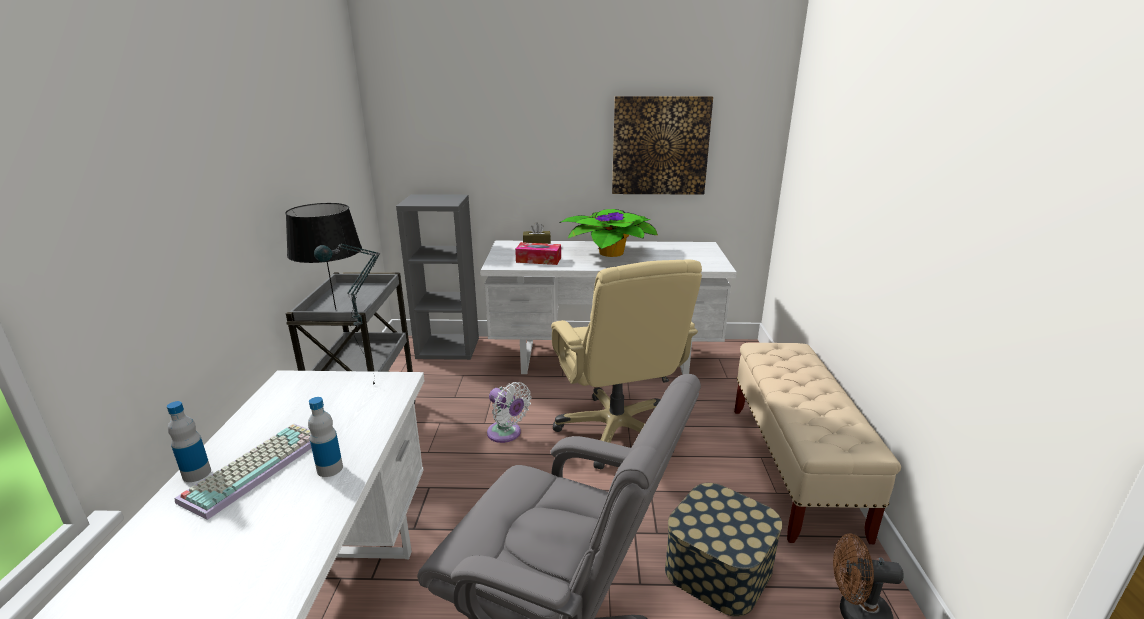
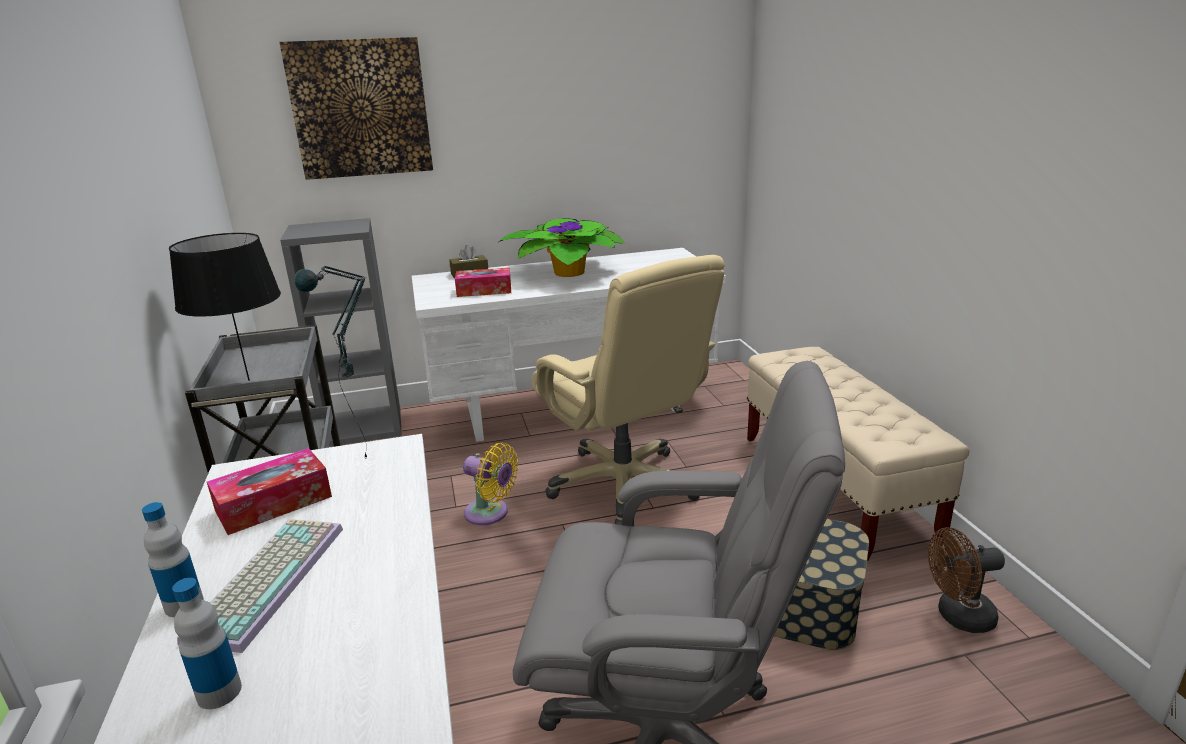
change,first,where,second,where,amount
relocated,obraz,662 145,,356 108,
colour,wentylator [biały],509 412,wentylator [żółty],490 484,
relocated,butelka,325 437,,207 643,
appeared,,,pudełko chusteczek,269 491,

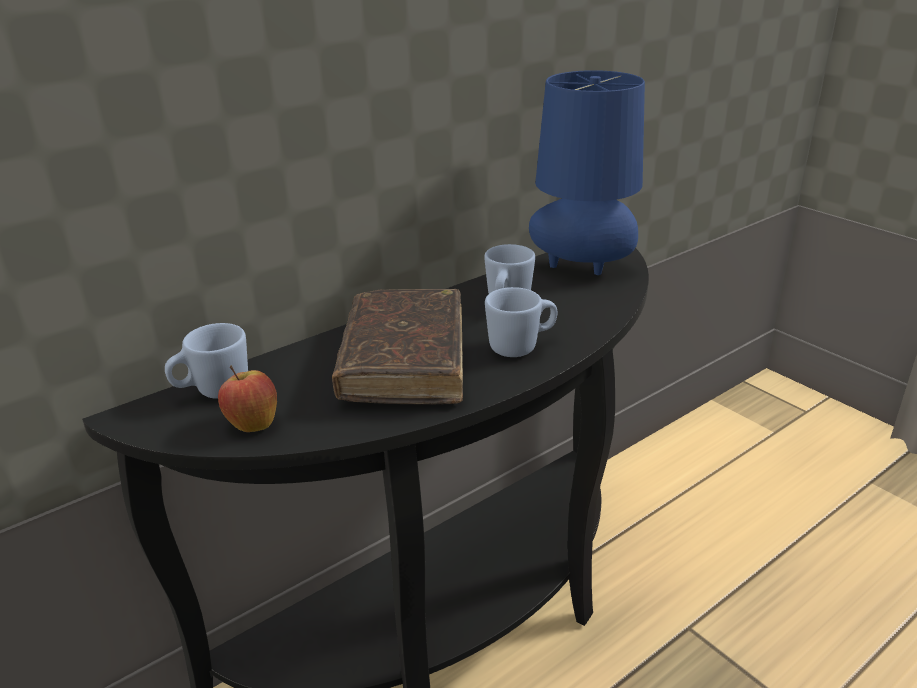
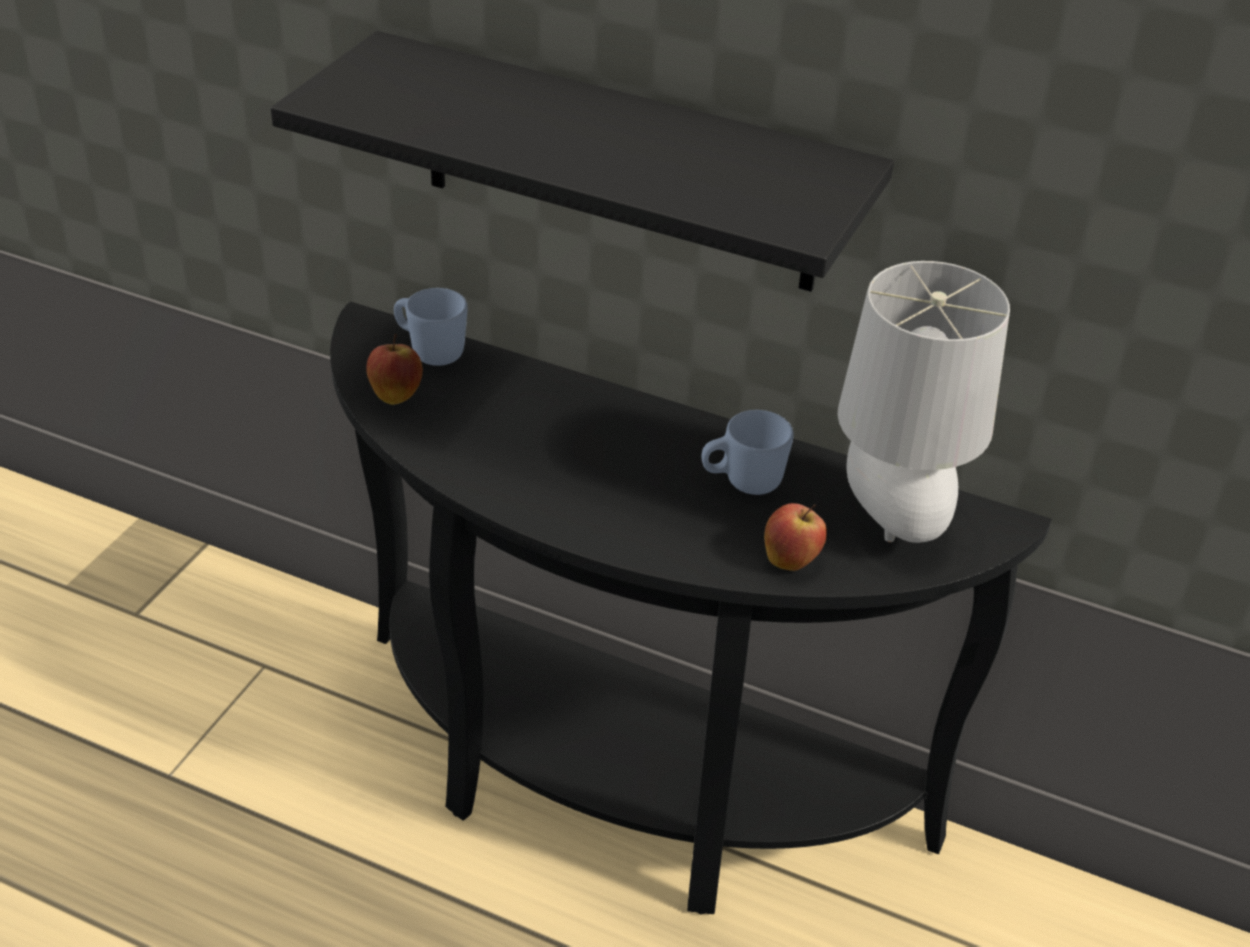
change,first,where,second,where,amount
colour,lampa stołowa [niebieski],587 172,lampa stołowa [szary],924 402,
missing,kubek [niebieski],521 322,,,
missing,książka [brązowy],397 347,,,
appeared,,,półka [czarny],582 161,
appeared,,,jabłko,795 537,

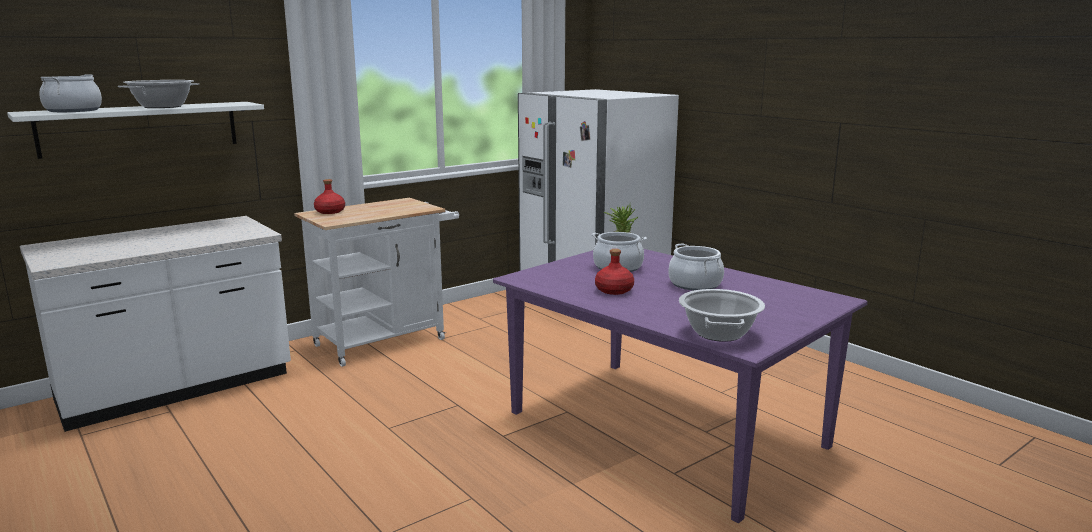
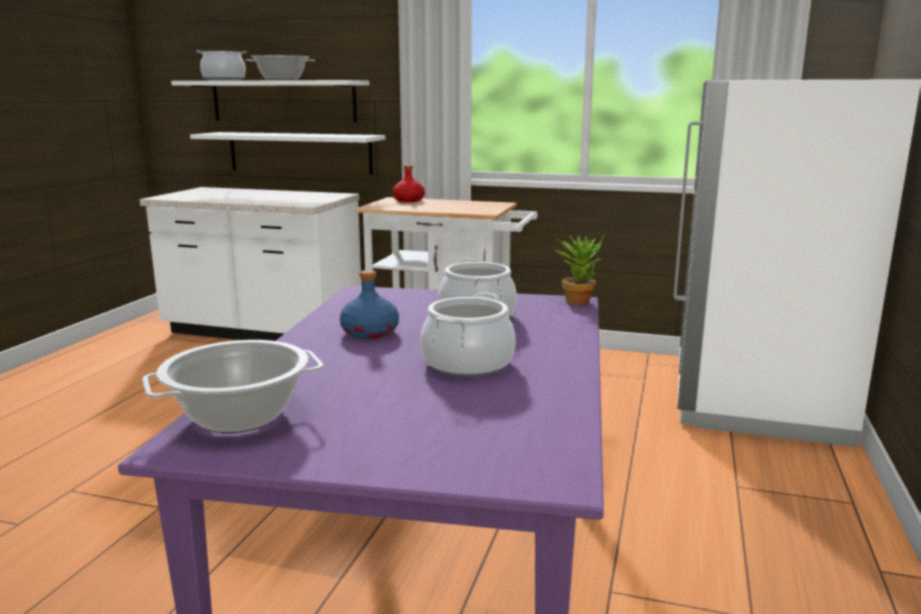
change,first,where,second,where,amount
colour,butelka [czerwony],614 272,butelka [niebieski],369 304,
appeared,,,półka [biały],287 153,

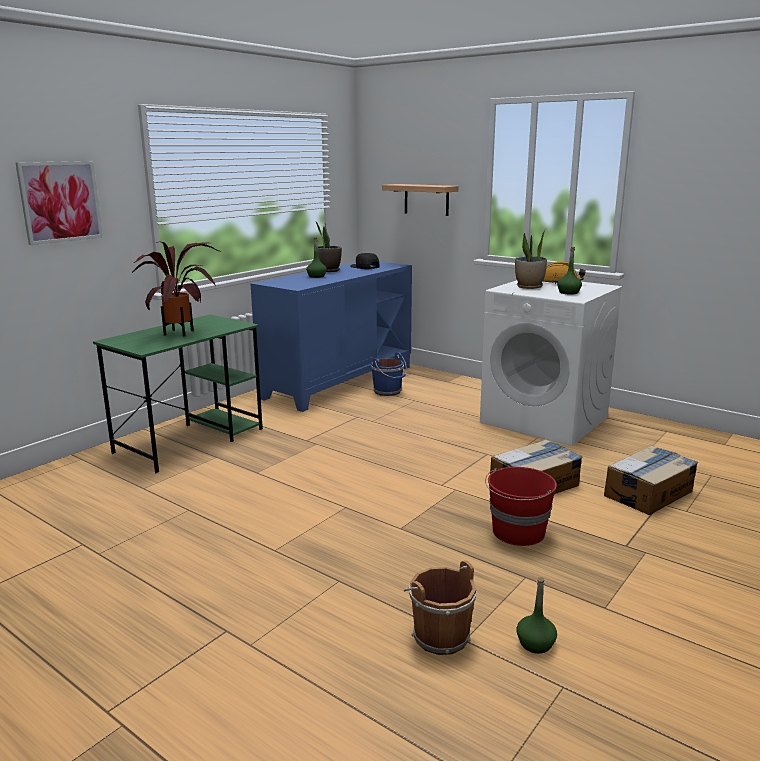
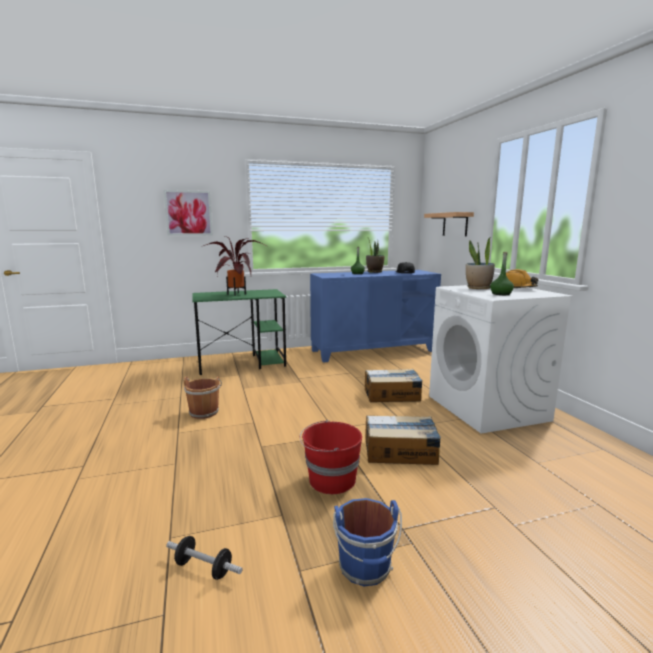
change,first,where,second,where,amount
relocated,wiadro [niebieski],389 374,,367 542,
relocated,karton,651 480,,394 385,
relocated,wiadro [brązowy],440 607,,203 397,
exchanged,butelka [zielony],537 615,hantel,204 558,

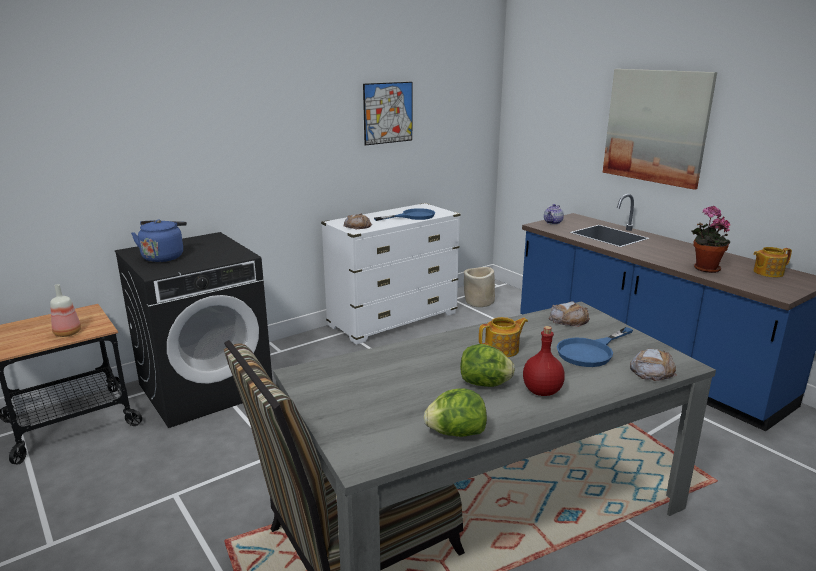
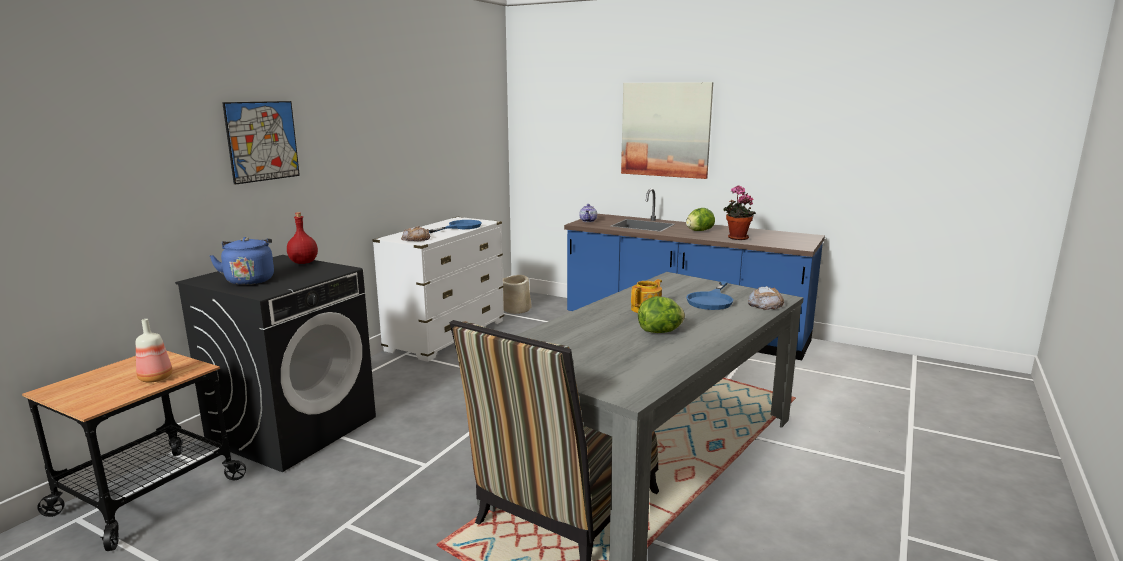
change,first,where,second,where,amount
relocated,obraz,387 113,,261 143,
missing,imbryk,772 262,,,
missing,chleb,569 314,,,
relocated,butelka [czerwony],544 361,,302 238,
relocated,sałata,455 413,,700 219,

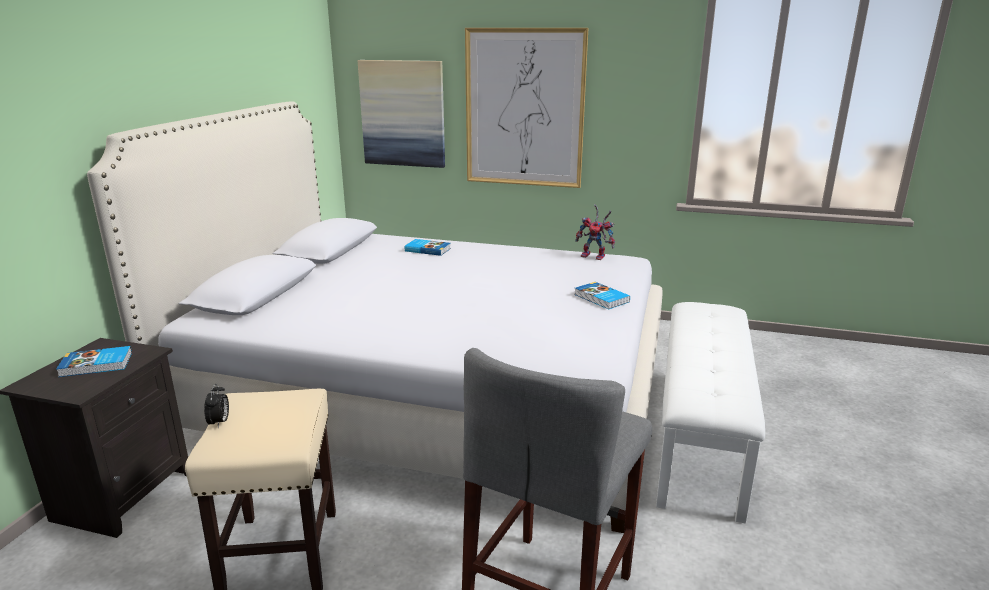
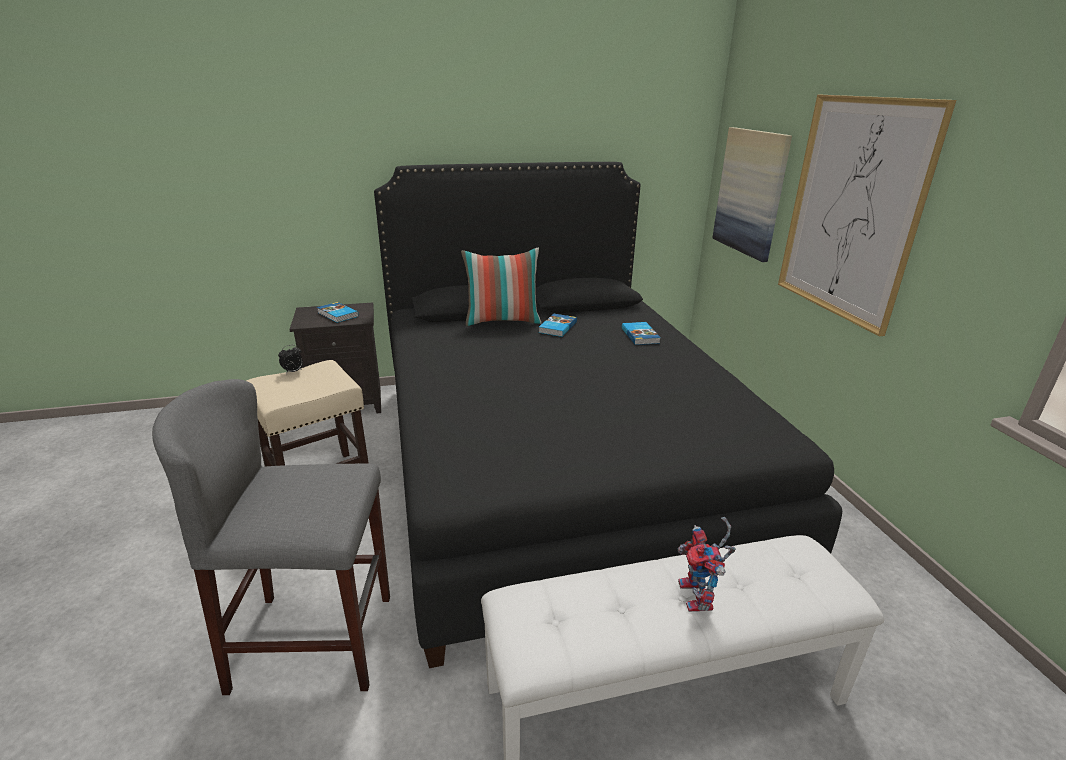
change,first,where,second,where,amount
colour,łóżko [biały],374 317,łóżko [czarny],608 415,
relocated,robot zabawkowy,595 232,,707 564,
relocated,książka,602 295,,558 325,
appeared,,,poduszka,501 287,

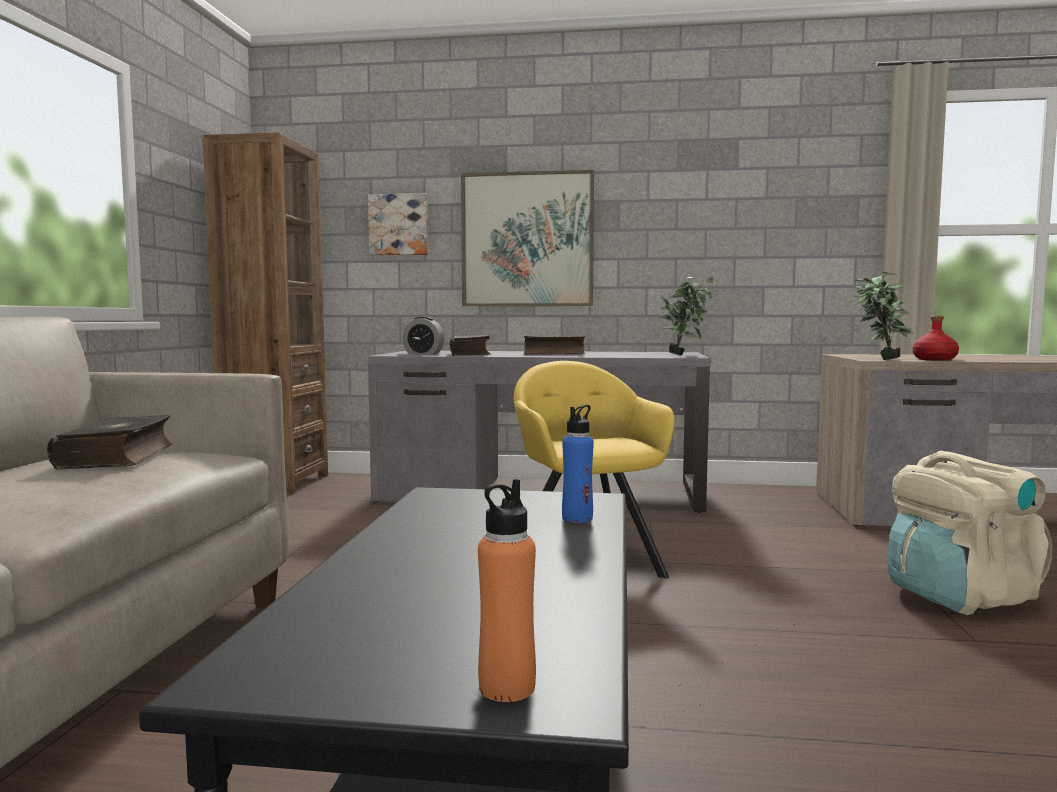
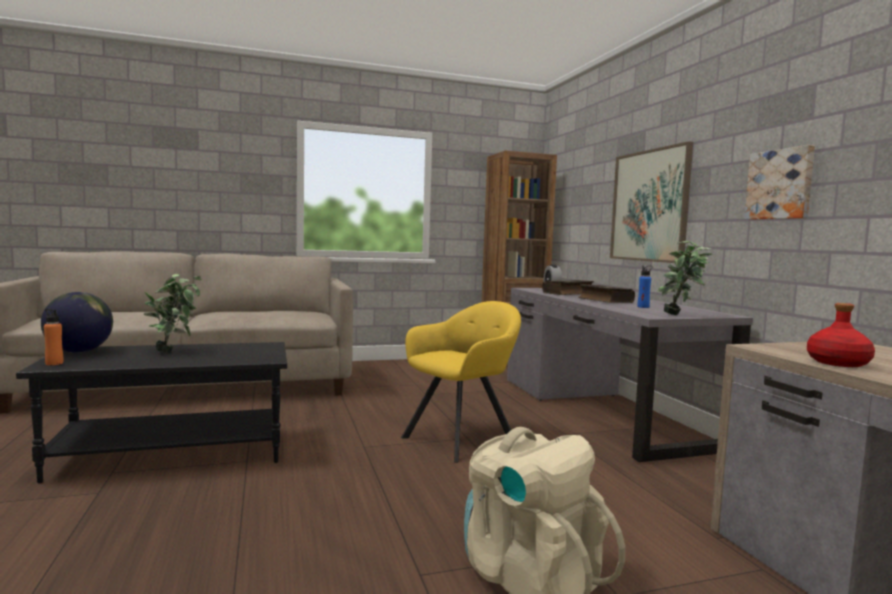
change,first,where,second,where,amount
relocated,obraz,398 224,,779 182,
relocated,roślina doniczkowa,884 316,,172 313,
relocated,butelka [niebieski],578 464,,645 287,
missing,książka,109 442,,,
appeared,,,globus,77 322,

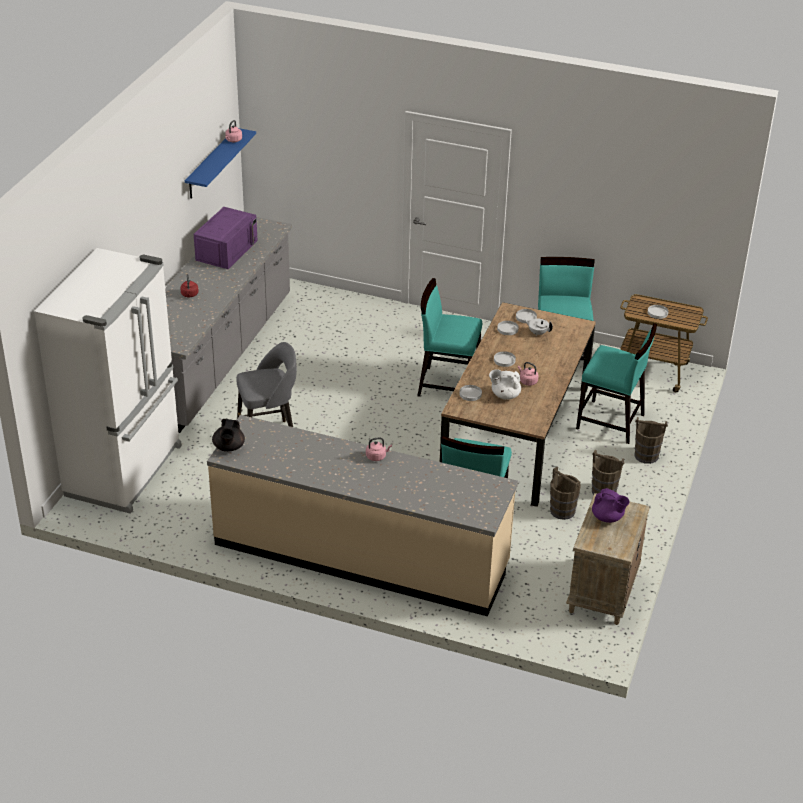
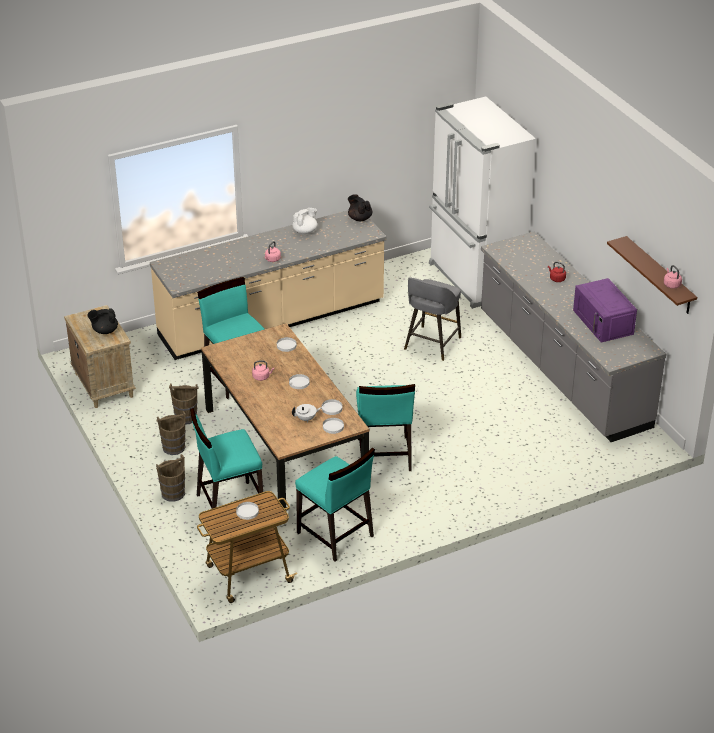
change,first,where,second,where,amount
colour,półka [niebieski],220 163,półka [brązowy],652 275,
spun,krzesło [turkusowy],450 337,,385 427,120 degrees clockwise
relocated,imbryk [biały],505 384,,305 221,
colour,imbryk [fioletowy],611 505,imbryk [czarny],103 321,

